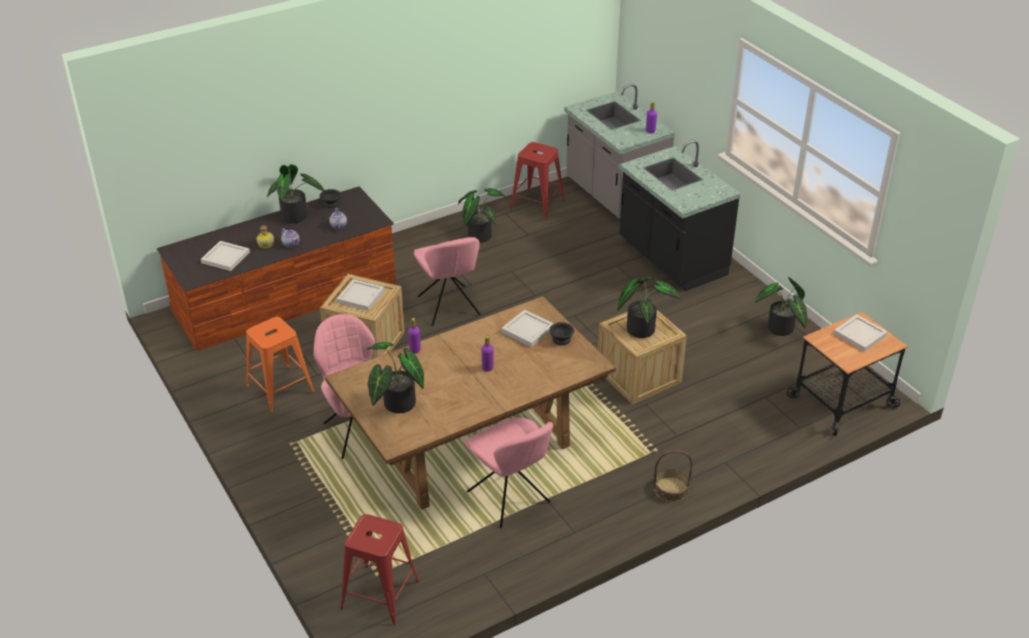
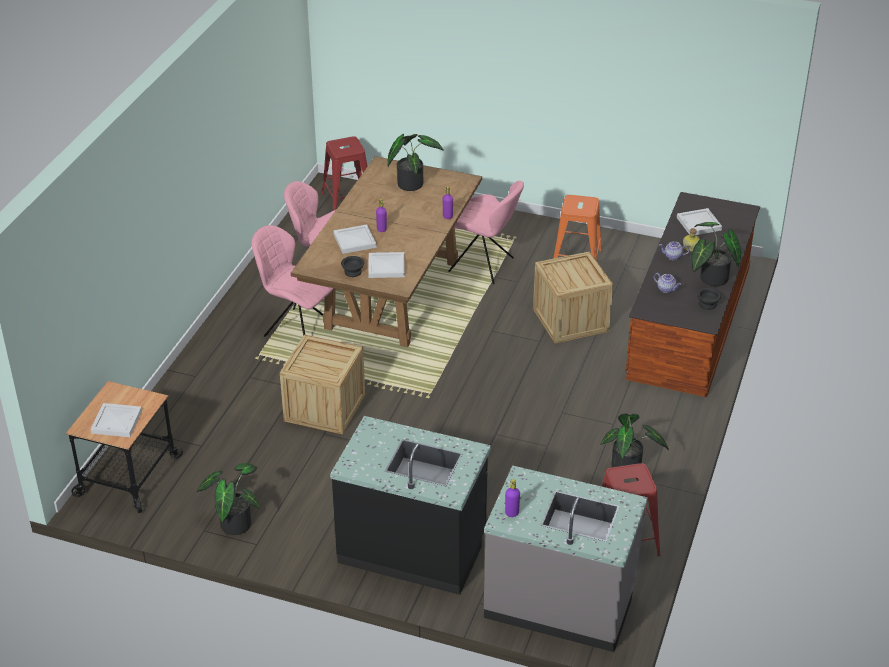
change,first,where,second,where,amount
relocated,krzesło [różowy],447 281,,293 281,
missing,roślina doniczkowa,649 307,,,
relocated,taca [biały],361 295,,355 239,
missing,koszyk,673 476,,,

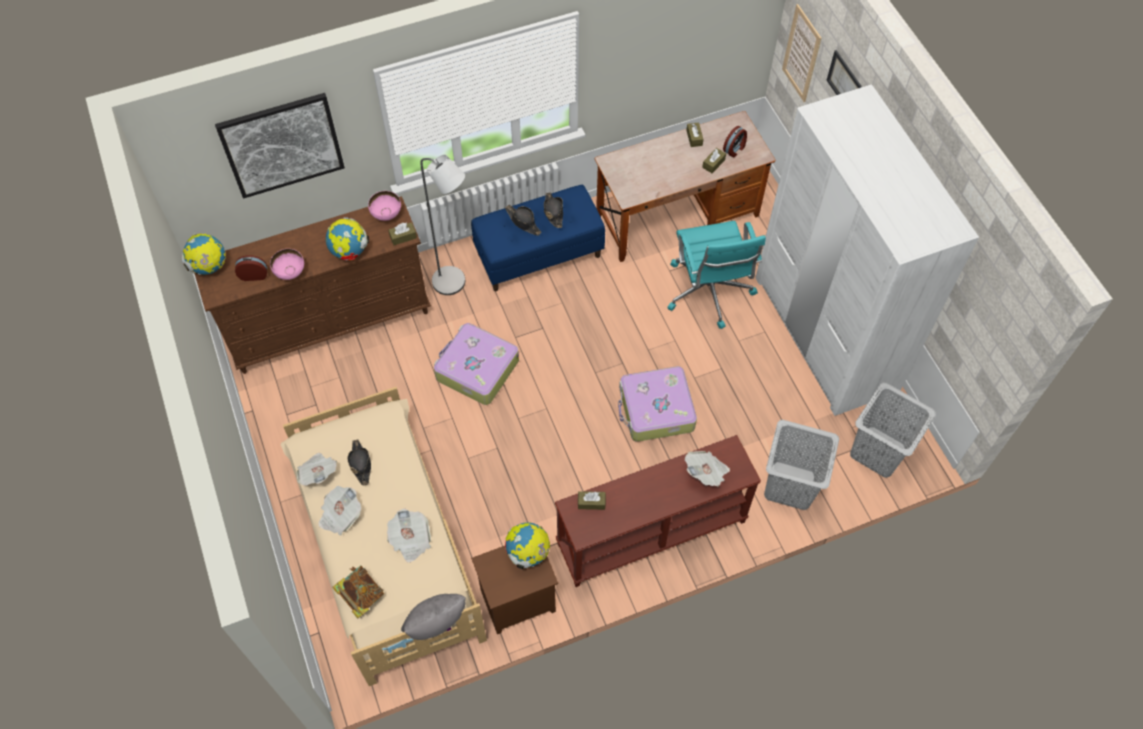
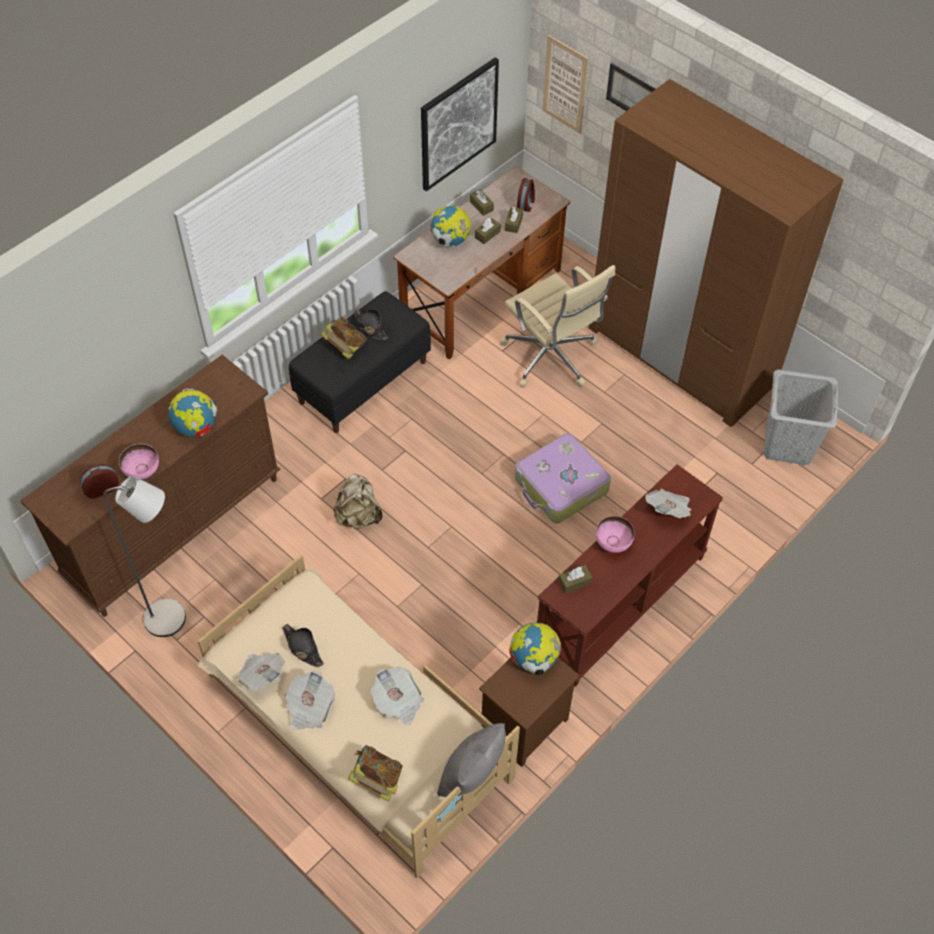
change,first,where,second,where,amount
colour,szafa [biały],867 250,szafa [brązowy],716 253,
relocated,obraz,280 146,,460 124,
relocated,lampa stojąca [szary],442 225,,144 556,
colour,ławka [niebieski],538 238,ławka [czarny],360 362,
relocated,miska [różowy],384 206,,615 534,
exchanged,kapelusz [czarny],523 220,książka,343 337,
colour,krzesło biurowe [turkusowy],716 275,krzesło biurowe [beżowy],557 326,
relocated,pudełko chusteczek [brązowy],402 233,,488 231,
relocated,globus,203 254,,450 226,
exchanged,walizka,476 364,plecak [beżowy],357 501,
missing,kosz na pranie [szary],801 465,,,

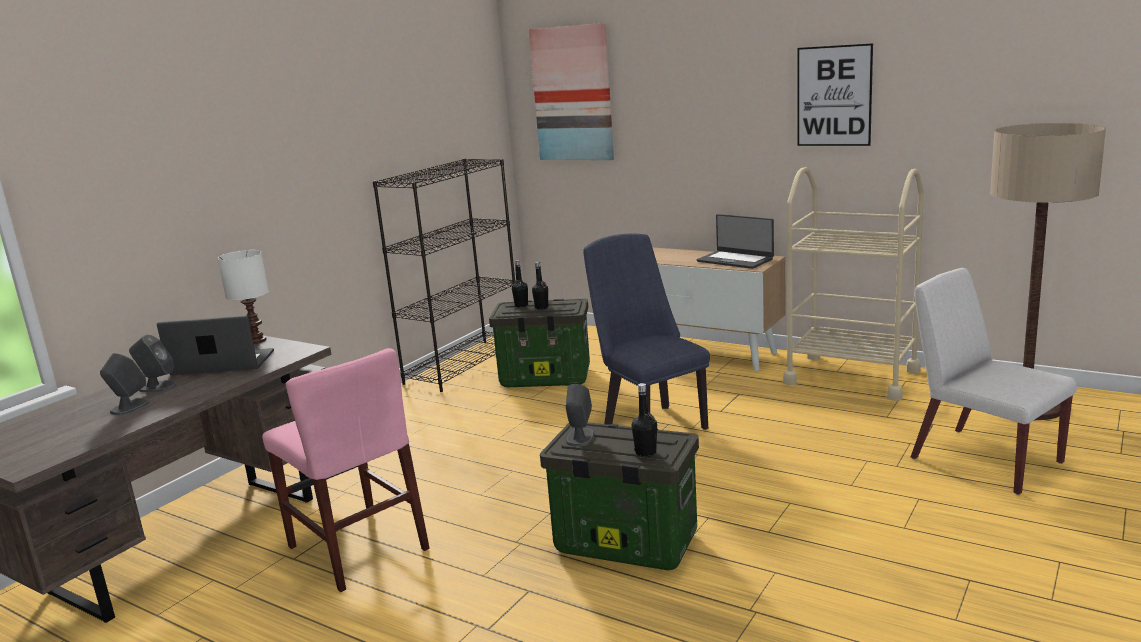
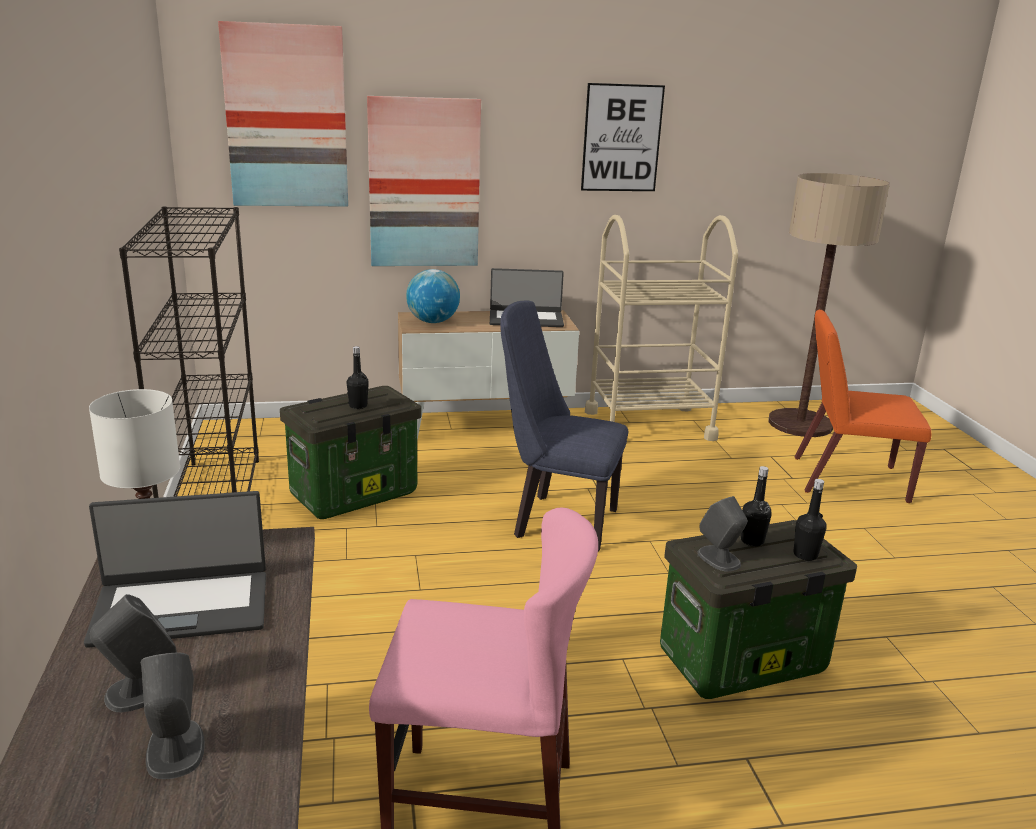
change,first,where,second,where,amount
relocated,butelka [czarny],520 284,,756 506,
colour,krzesło [biały],994 381,krzesło [pomarańczowy],863 406,
spun,laptop,215 345,,175 569,150 degrees counterclockwise
appeared,,,obraz,424 181,
appeared,,,globus,433 296,

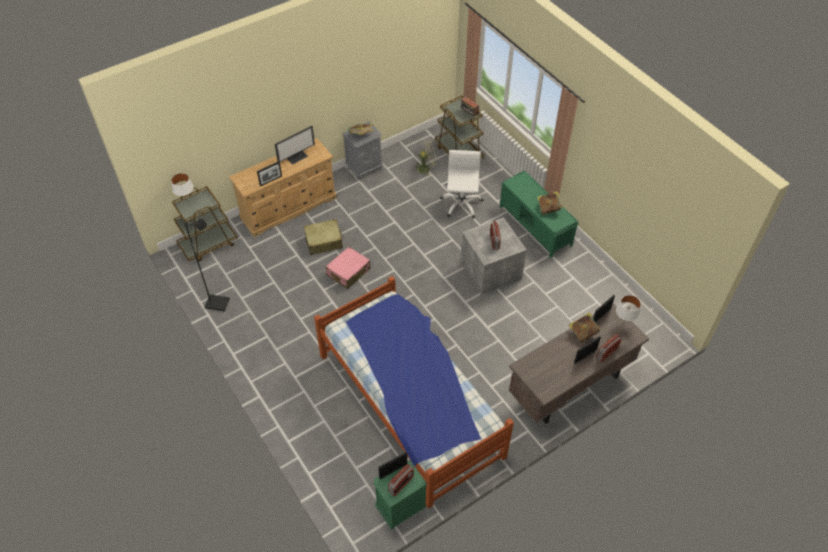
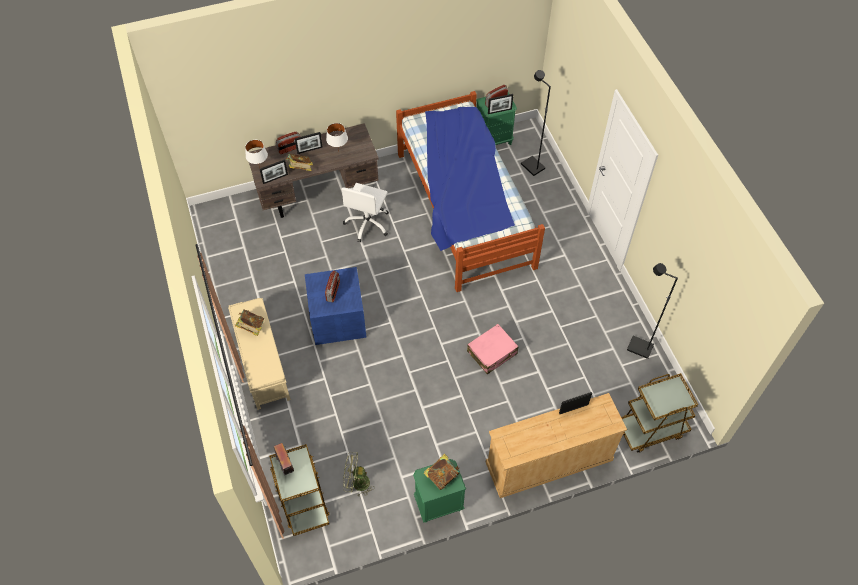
change,first,where,second,where,amount
colour,szafka nocna [szary],363 150,szafka nocna [zielony],439 491,
missing,monitor,295 145,,,
relocated,krzesło biurowe [biały],461 184,,365 212,
colour,ławka [zielony],539 214,ławka [beżowy],259 354,
relocated,lampa stołowa [biały],182 186,,337 137,
colour,pojemnik do przechowywania [szary],493 256,pojemnik do przechowywania [niebieski],336 306,
missing,walizka [beżowy],324 237,,,
appeared,,,lampa stojąca [czarny],536 123,

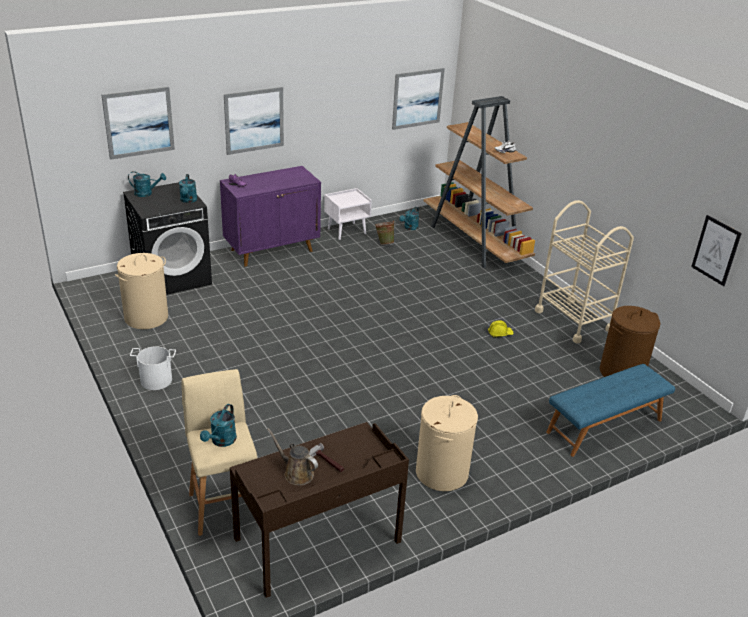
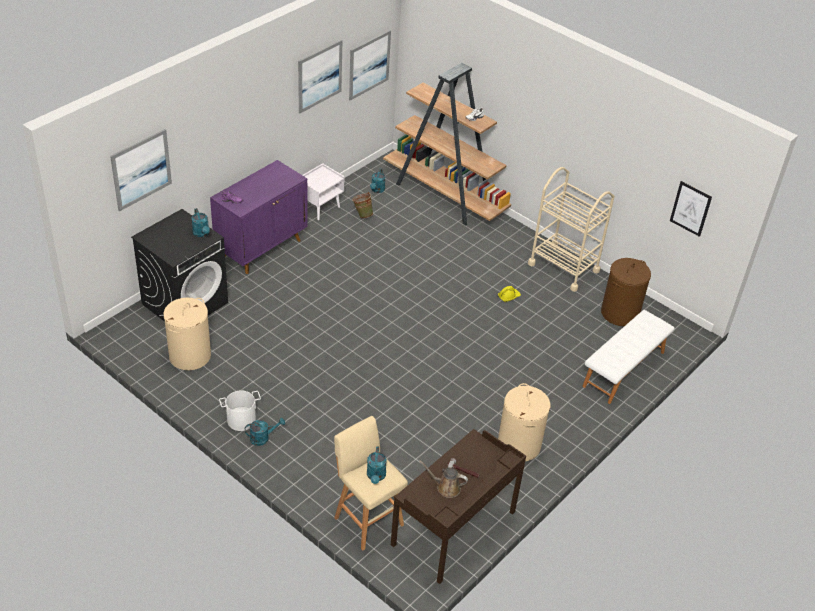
change,first,where,second,where,amount
relocated,obraz,254 121,,320 76,
relocated,konewka [turkusowy],147 184,,265 432,
colour,ławka [niebieski],610 410,ławka [biały],628 357,

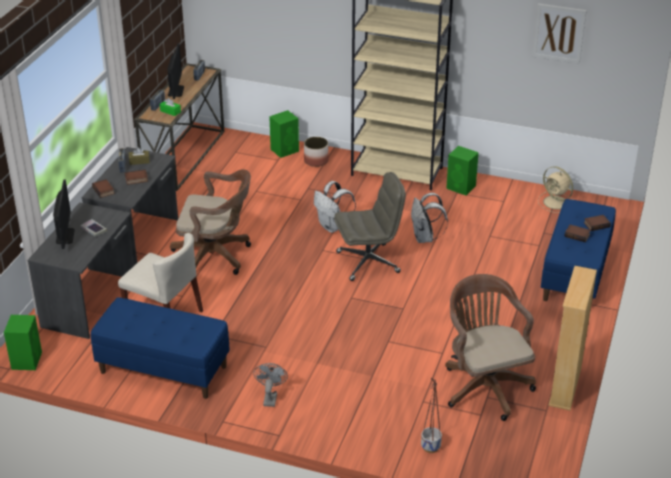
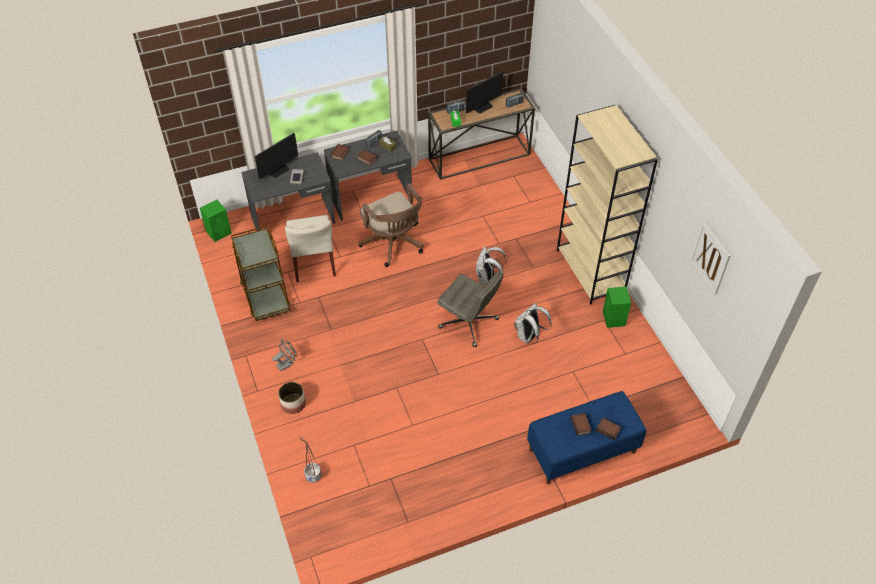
change,first,where,second,where,amount
missing,głośnik [zielony],284 134,,,
relocated,donica,316 152,,292 398,
missing,wentylator [beżowy],555 189,,,
missing,regał [beżowy],572 338,,,
missing,krzesło biurowe [brązowy],490 347,,,
exchanged,ławka [niebieski],160 348,wózek [brązowy],260 273,

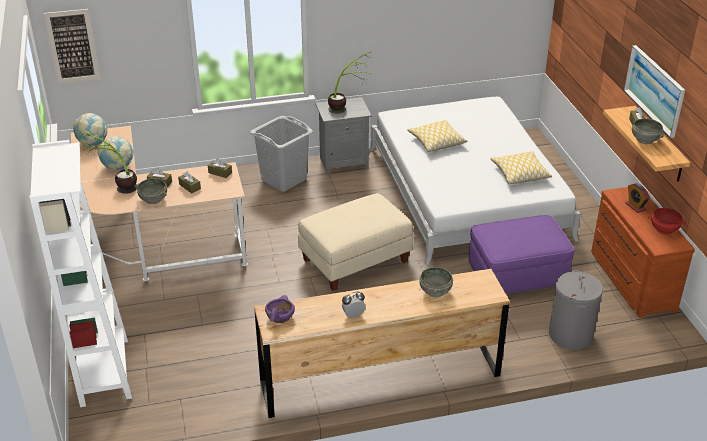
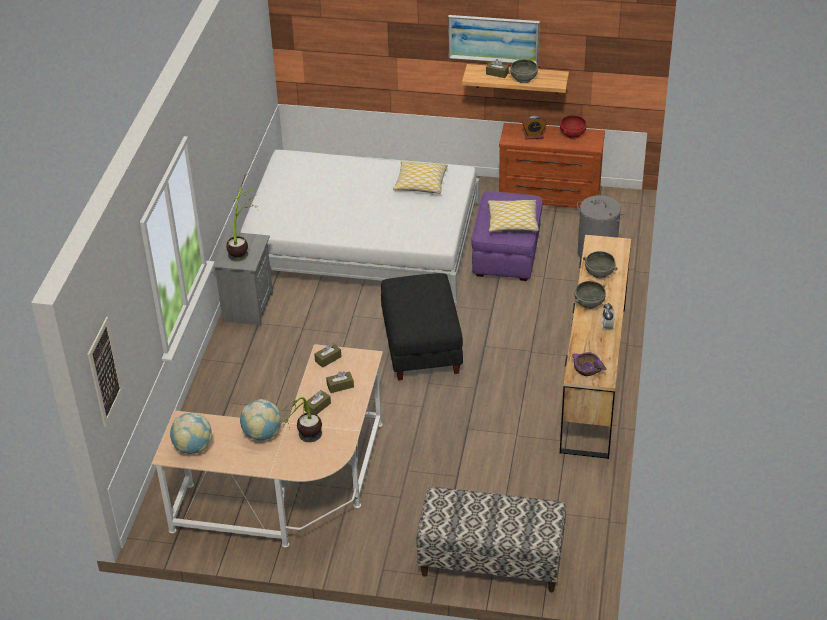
change,first,where,second,where,amount
missing,kosz na pranie [szary],281 154,,,
relocated,poduszka,437 136,,513 216,
exchanged,regał [biały],81 273,ławka,491 539,
relocated,miska [szary],152 191,,590 295,
colour,pufa [beżowy],355 242,pufa [czarny],422 327,

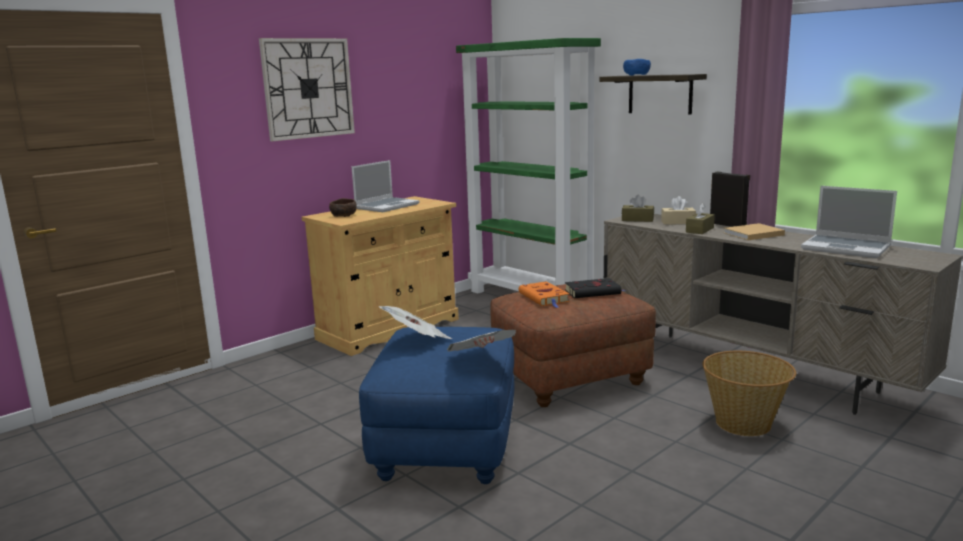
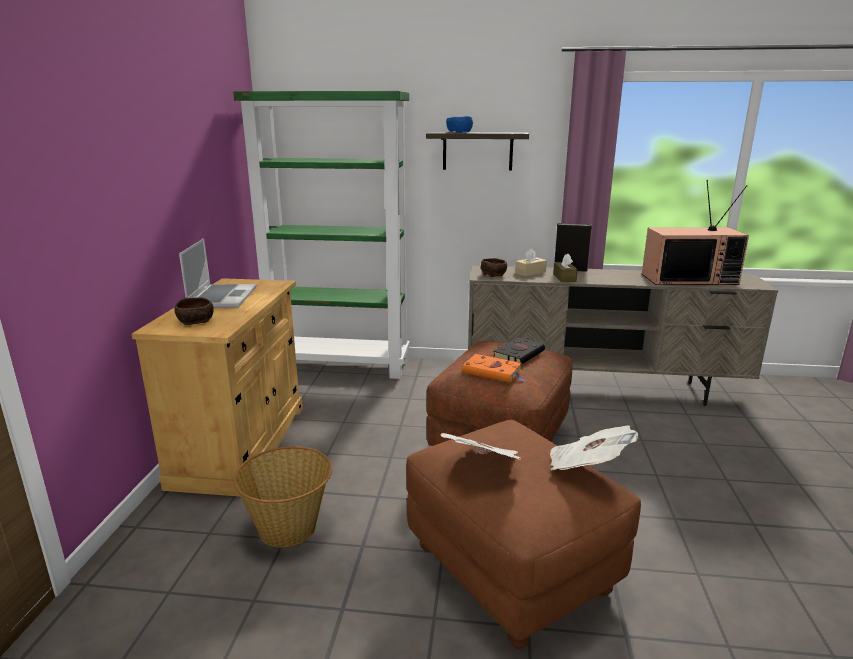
change,first,where,second,where,amount
missing,zegar ścienny,307 89,,,
exchanged,laptop,849 222,telewizor,695 232,
exchanged,pudełko chusteczek [brązowy],638 208,miska [brązowy],494 267,
missing,książka [beżowy],754 231,,,
colour,pufa [niebieski],436 405,pufa [brązowy],523 534,
relocated,koszyk,749 393,,282 496,

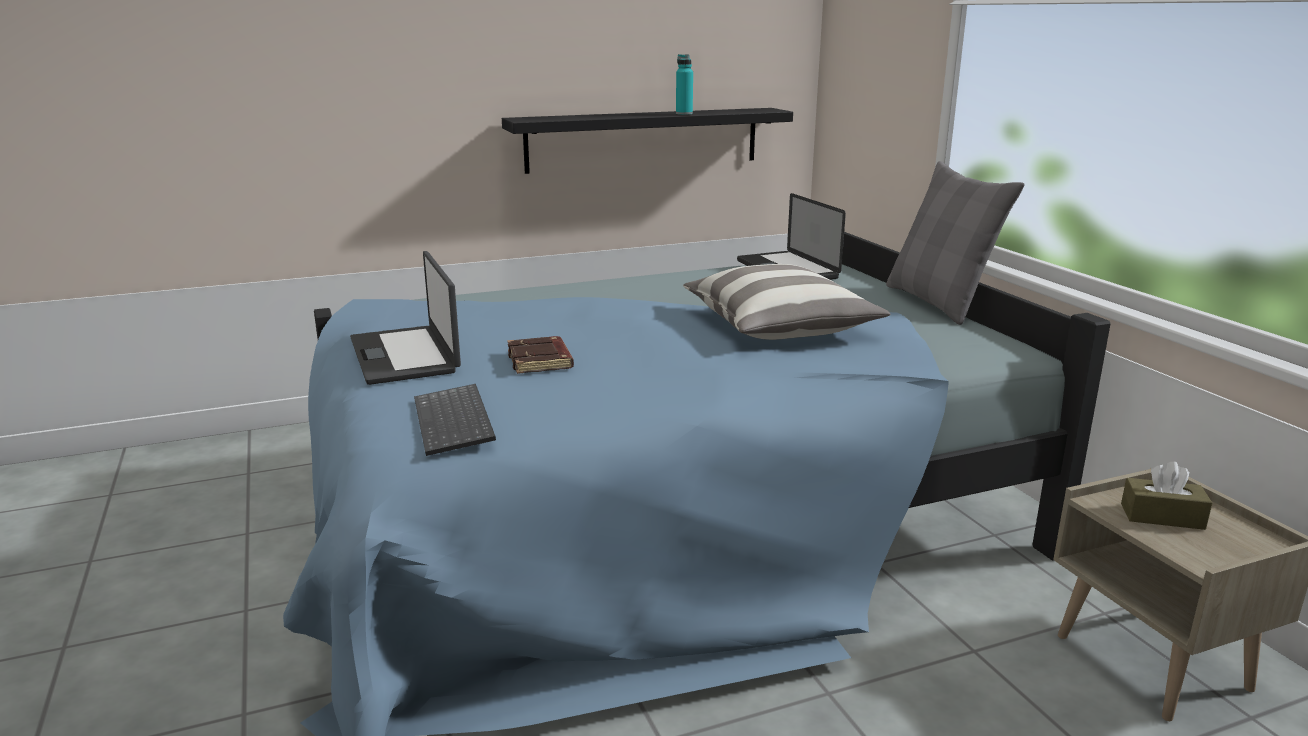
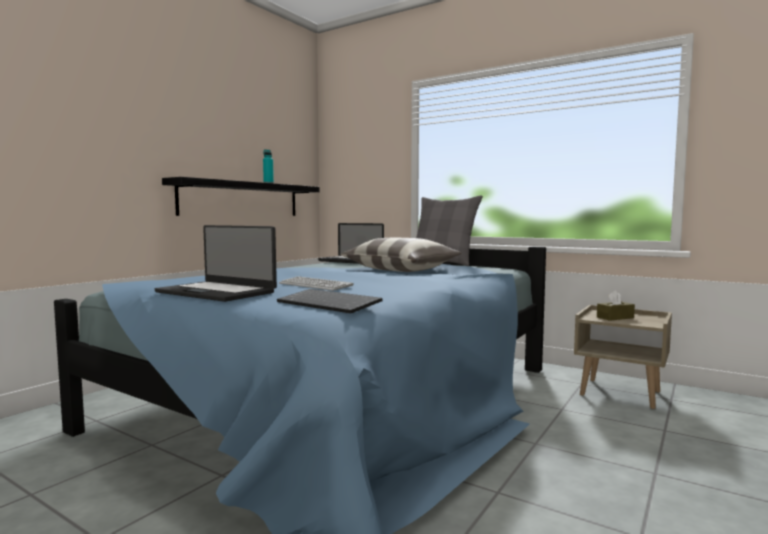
change,first,where,second,where,amount
exchanged,książka [brązowy],540 355,klawiatura,316 283,

